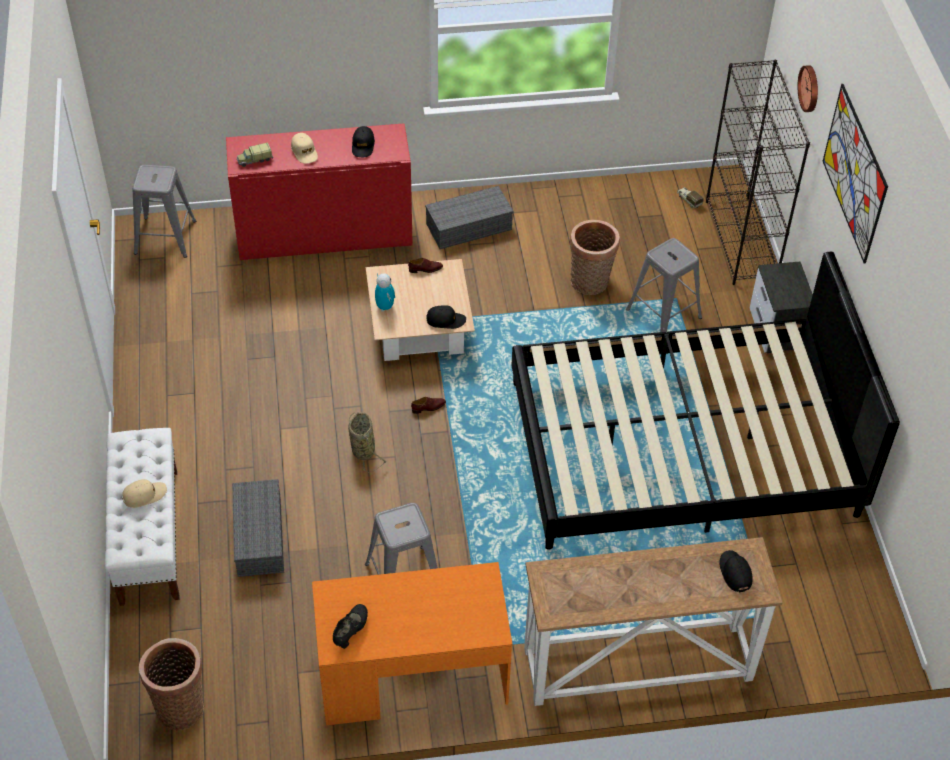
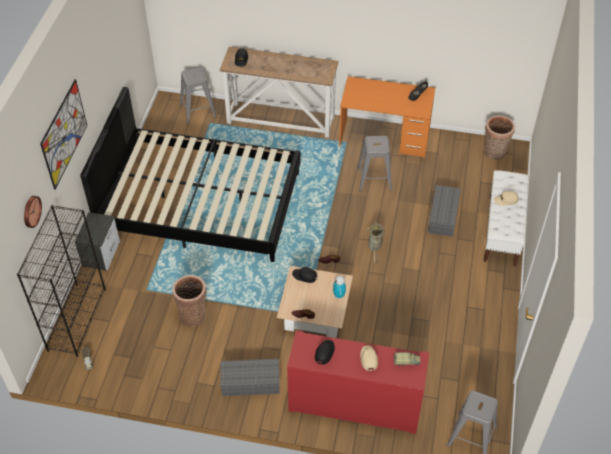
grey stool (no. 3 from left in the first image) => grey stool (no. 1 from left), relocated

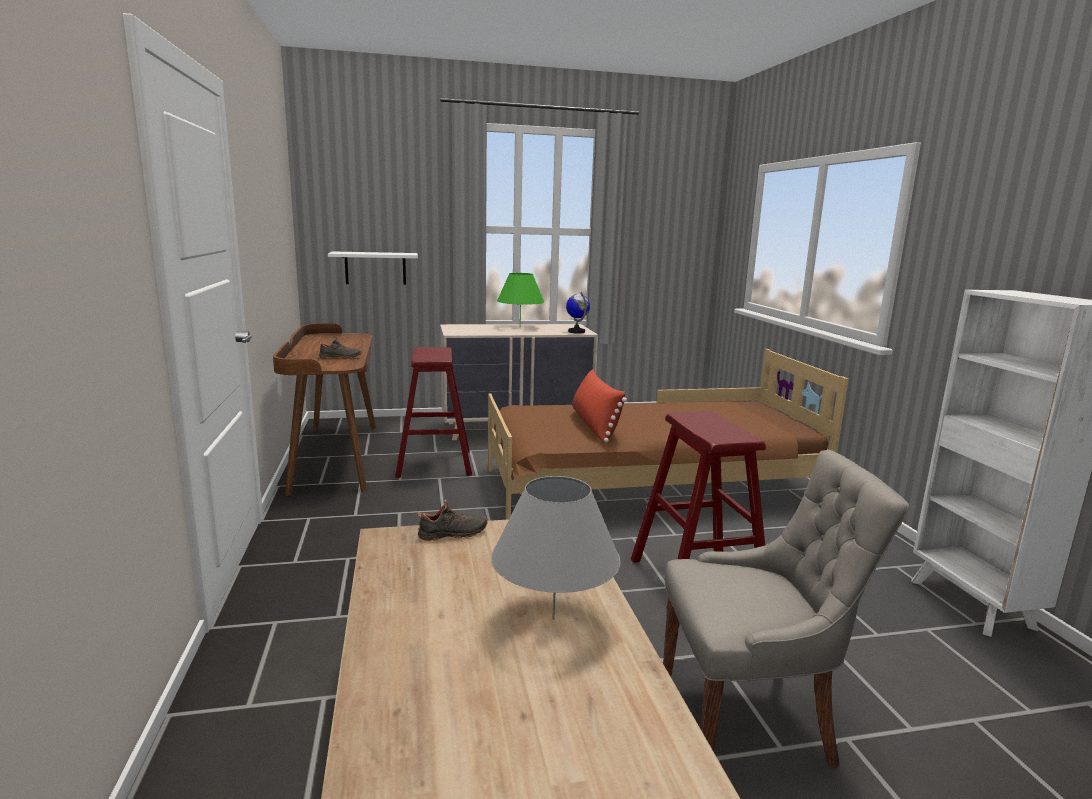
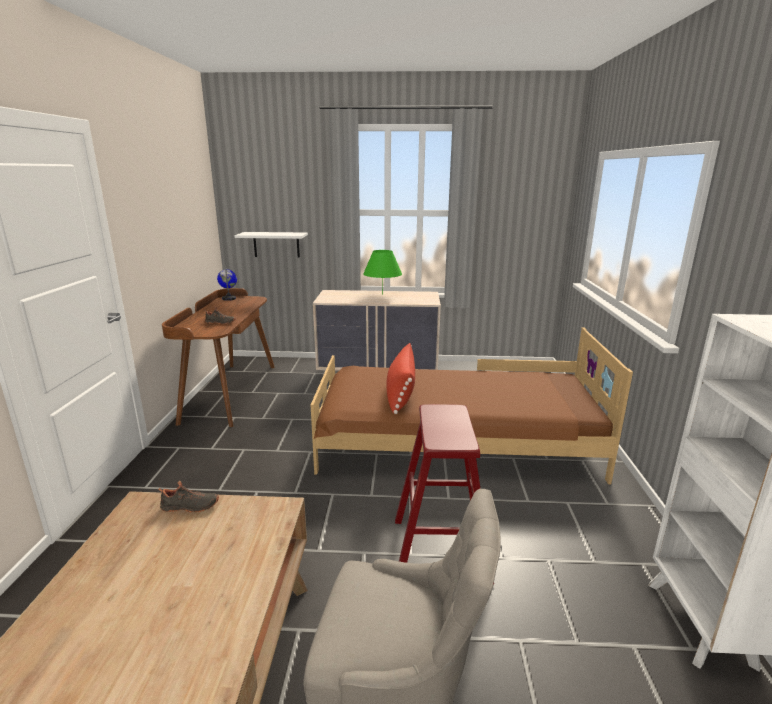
globe, relocated
red stool (no. 1 from left) => nothing
grey table lamp => nothing

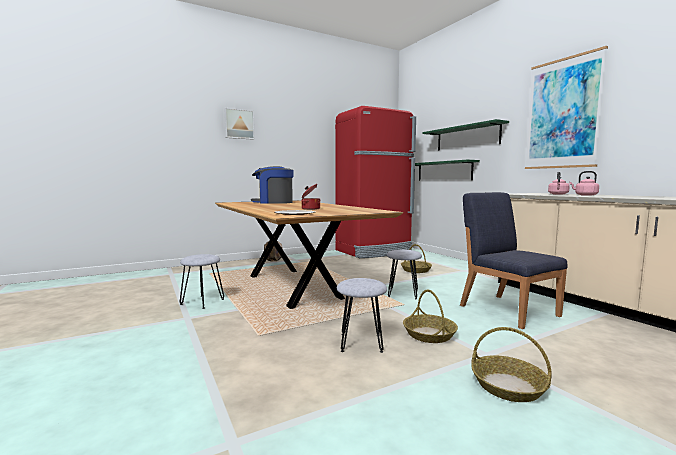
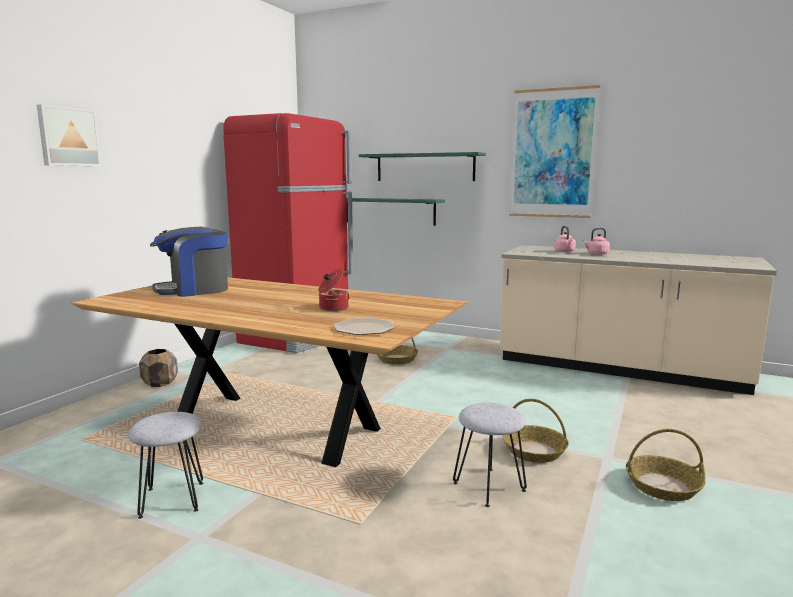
blue chair => nothing
grey stool (no. 3 from left) => nothing

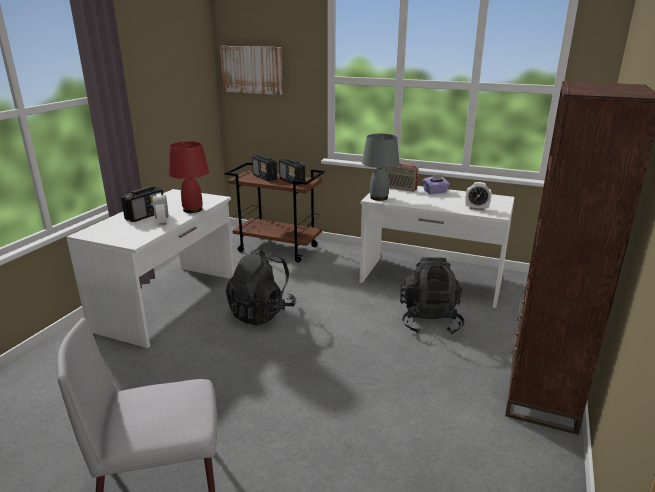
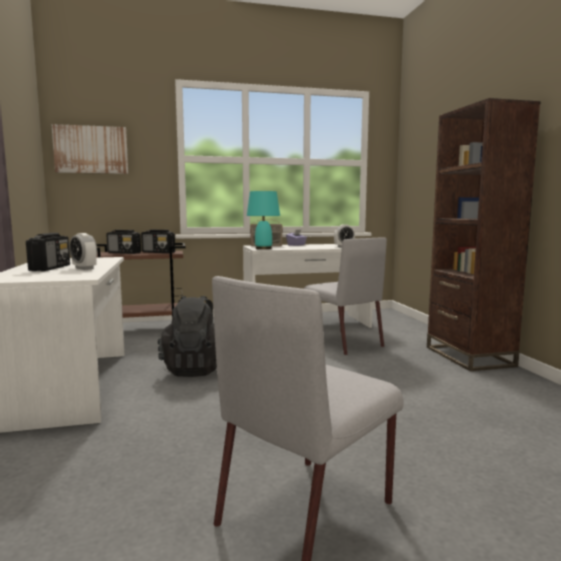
grey table lamp => turquoise table lamp
red table lamp => nothing
black backpack (no. 2 from left) => grey chair (no. 2 from left)

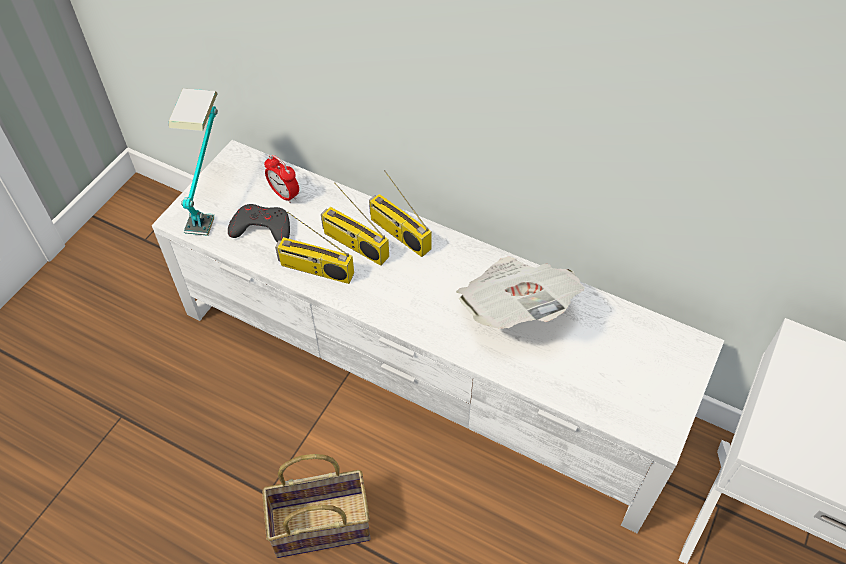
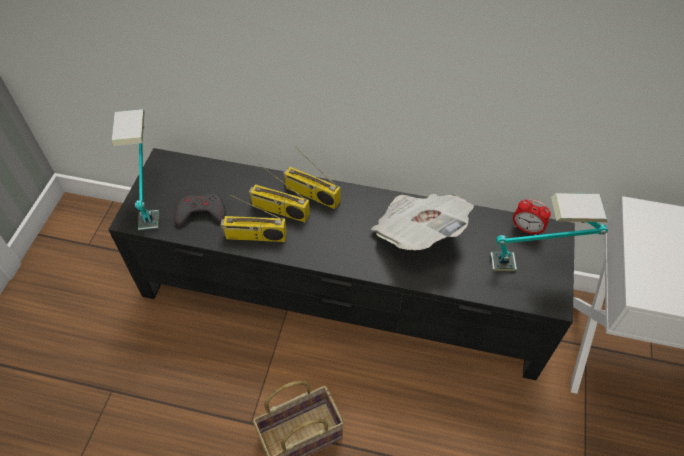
white tv stand => black tv stand
alarm clock, relocated
nothing => table lamp (no. 2 from left)

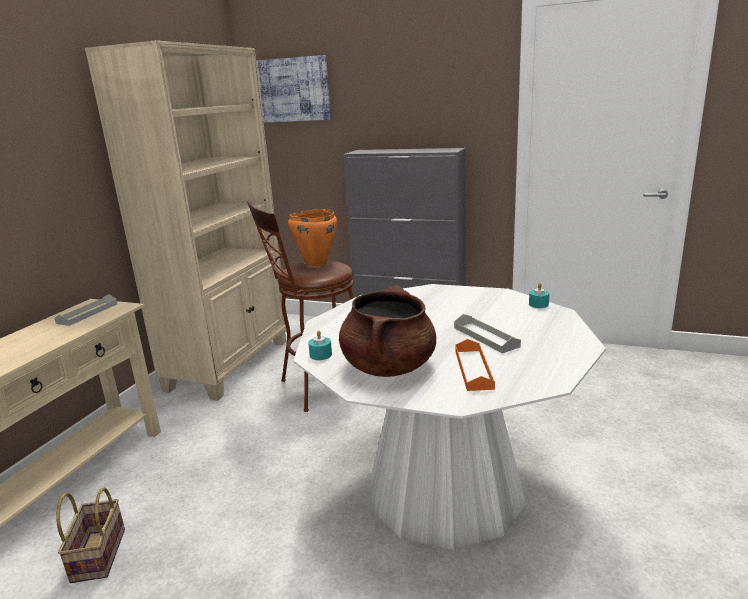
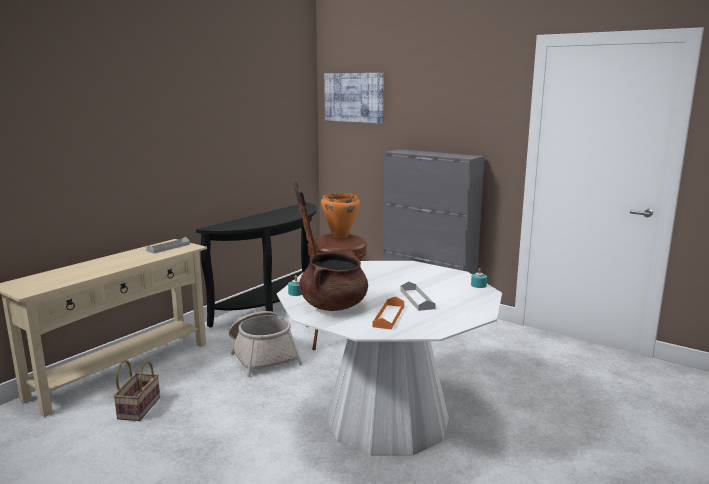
beige bookcase => black console table
nothing => basket (no. 2 from left)

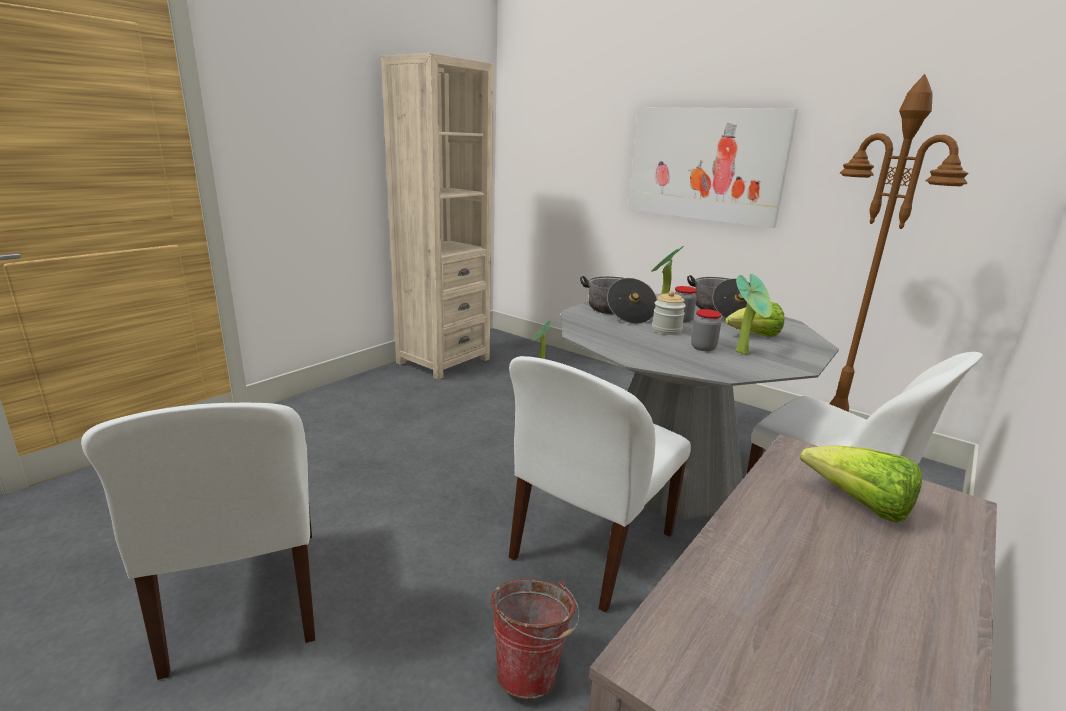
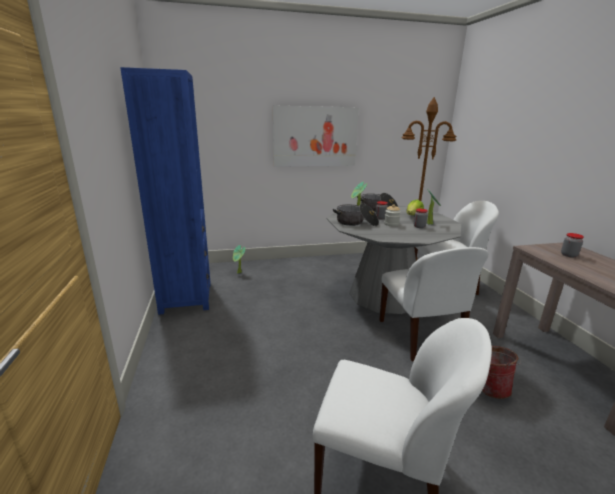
beige bookcase => blue bookcase
lettuce (no. 2 from left) => jar (no. 4 from left)

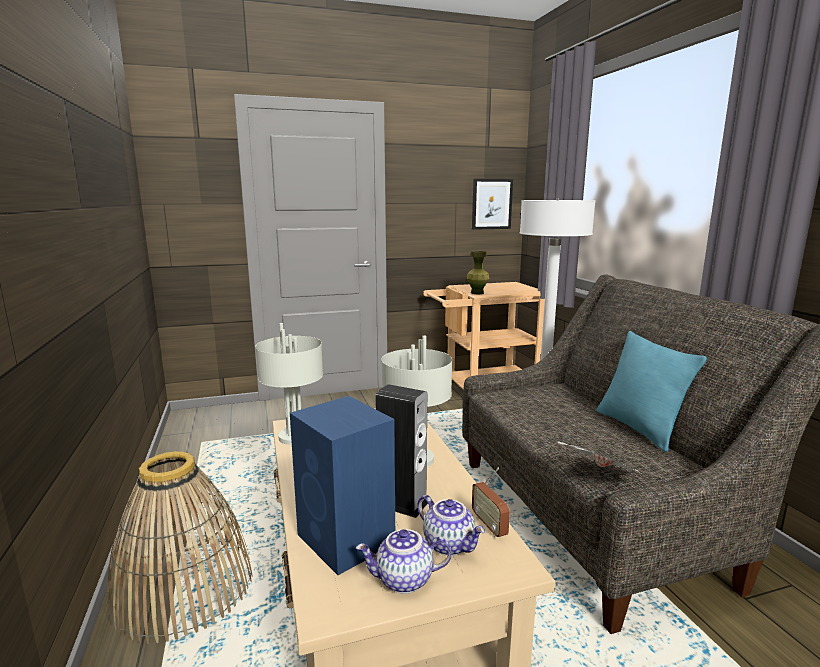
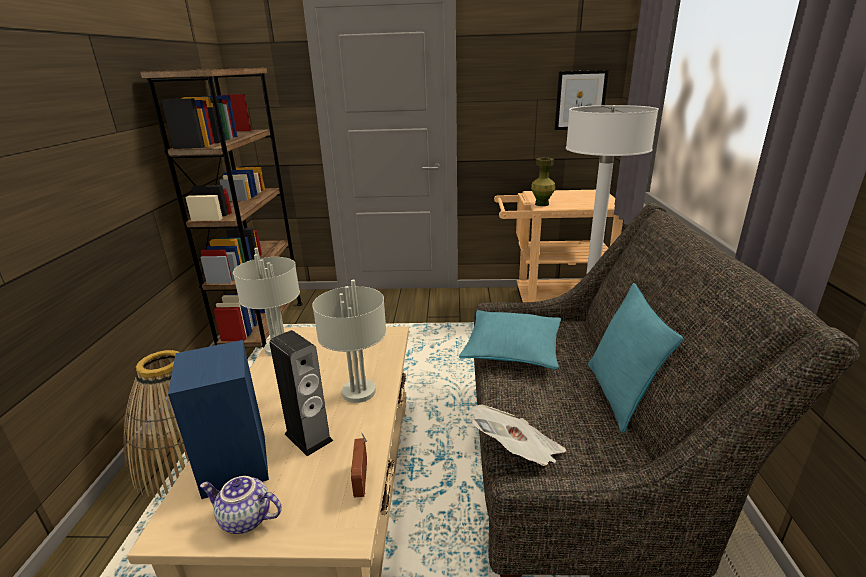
teapot (no. 2 from left) => nothing
nothing => brown bookcase
nothing => turquoise pillow (no. 1 from left)

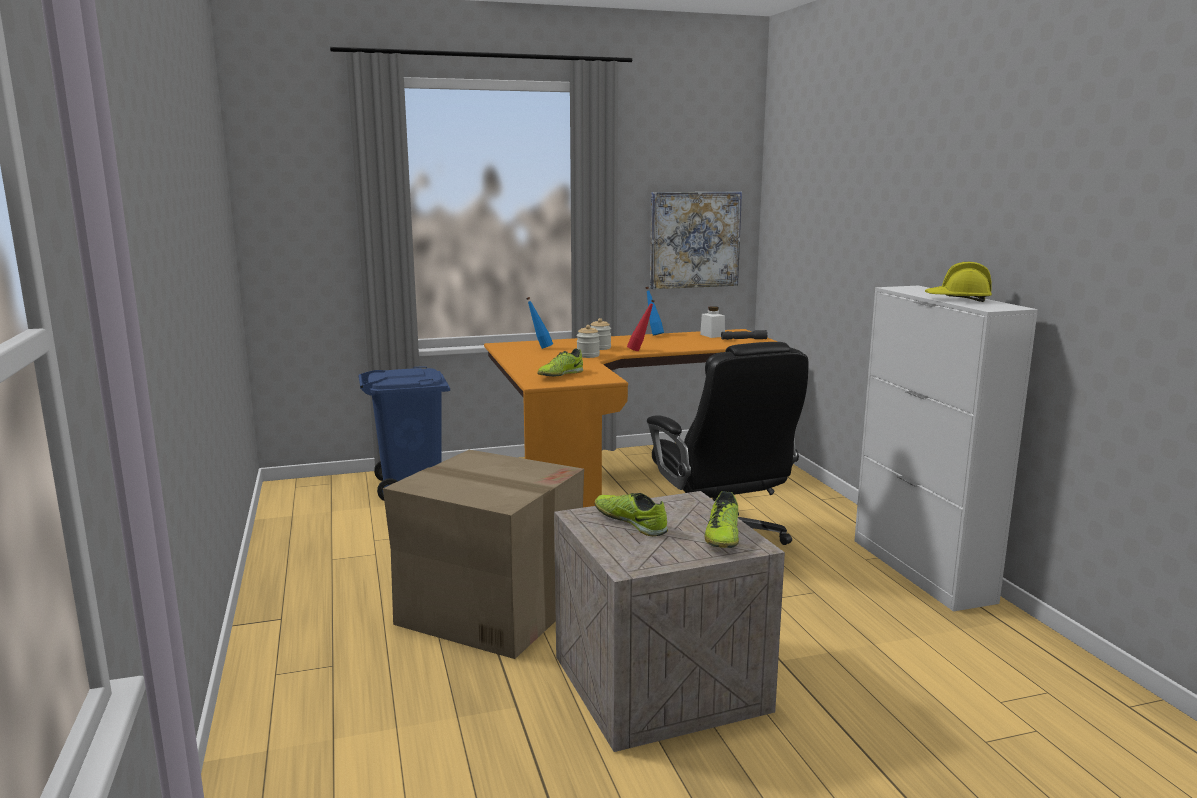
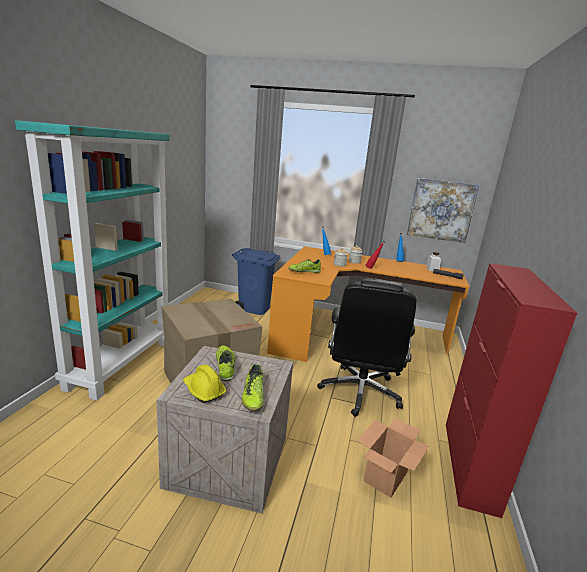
yellow hard hat, relocated
white cabinet => red cabinet
shoe (no. 3 from left in the first image) => shoe (no. 2 from left), 45 degrees counterclockwise
nothing => turquoise bookcase
nothing => cardboard box (no. 2 from left)

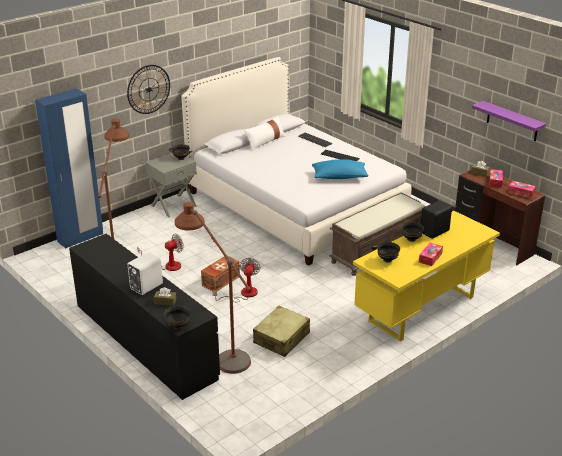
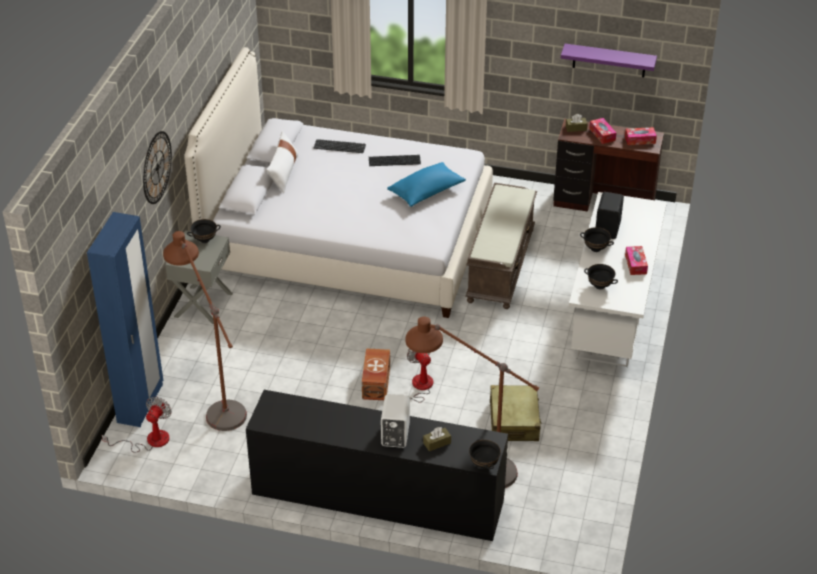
yellow desk => white desk
fan (no. 1 from left), relocated

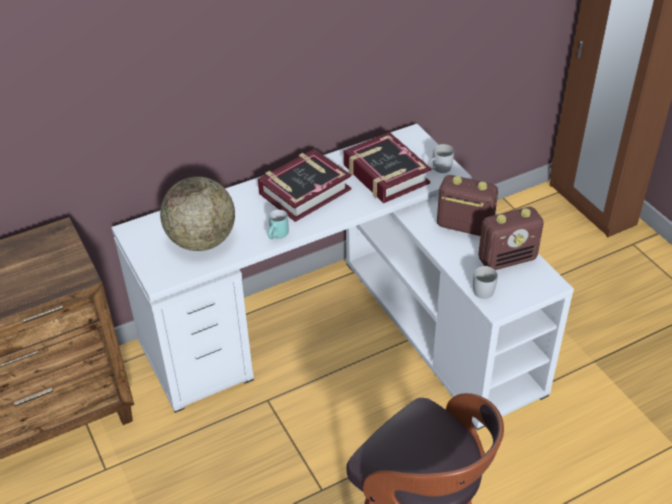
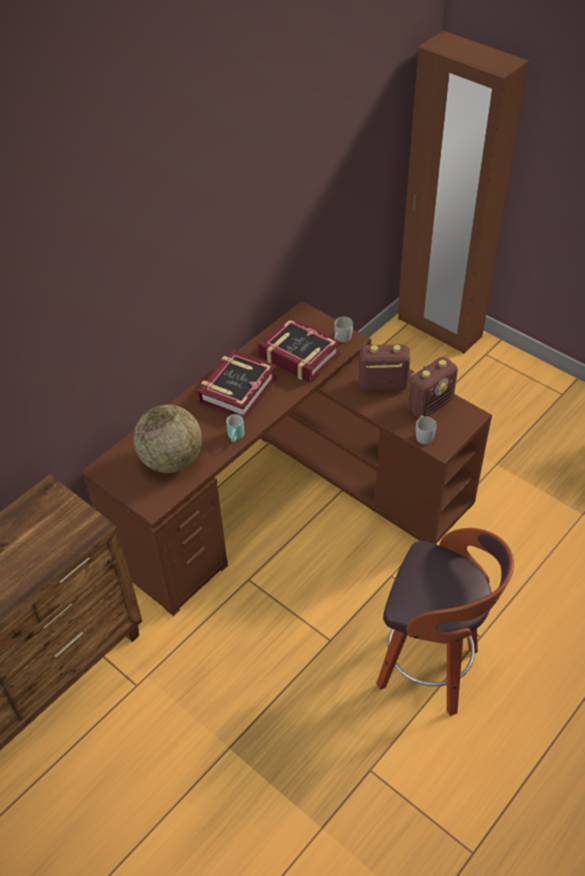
white desk => brown desk

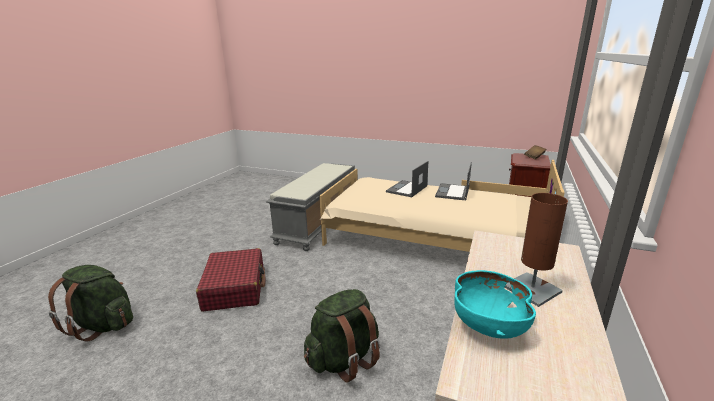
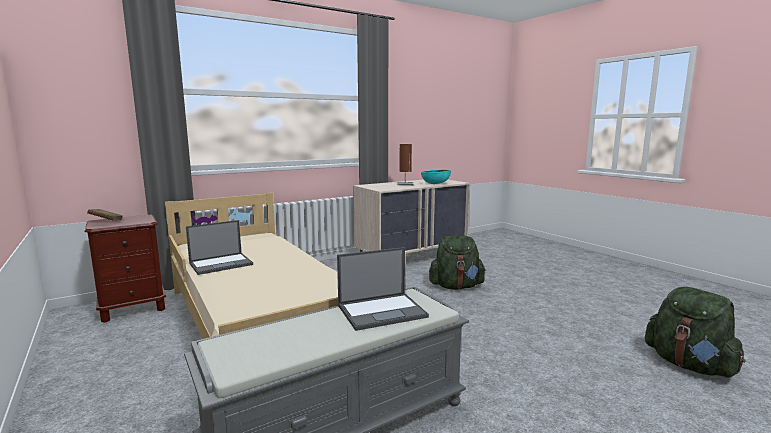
laptop (no. 1 from left in the first image) => laptop (no. 2 from left), relocated
red suitcase => nothing

